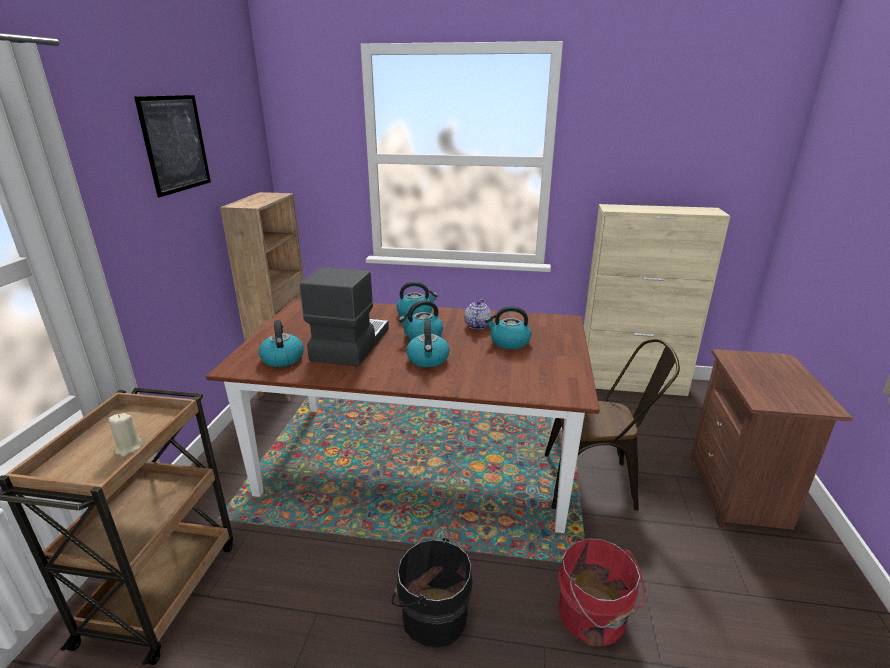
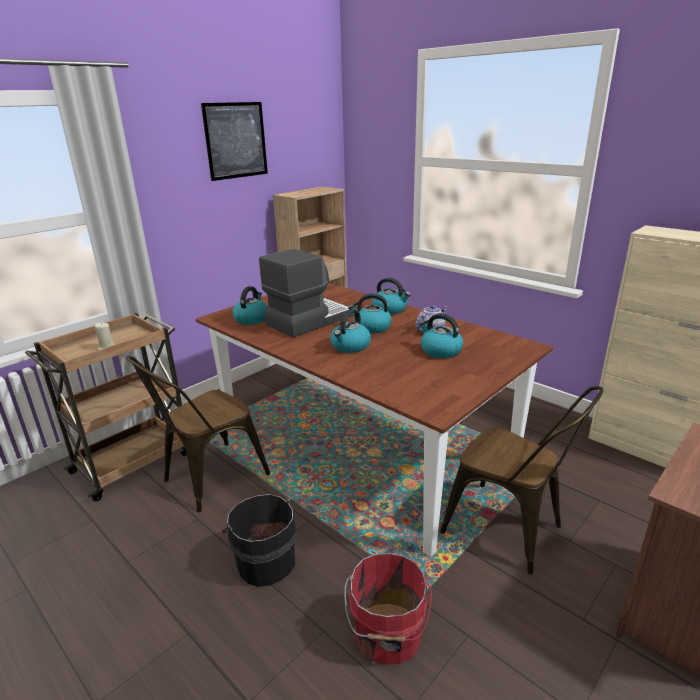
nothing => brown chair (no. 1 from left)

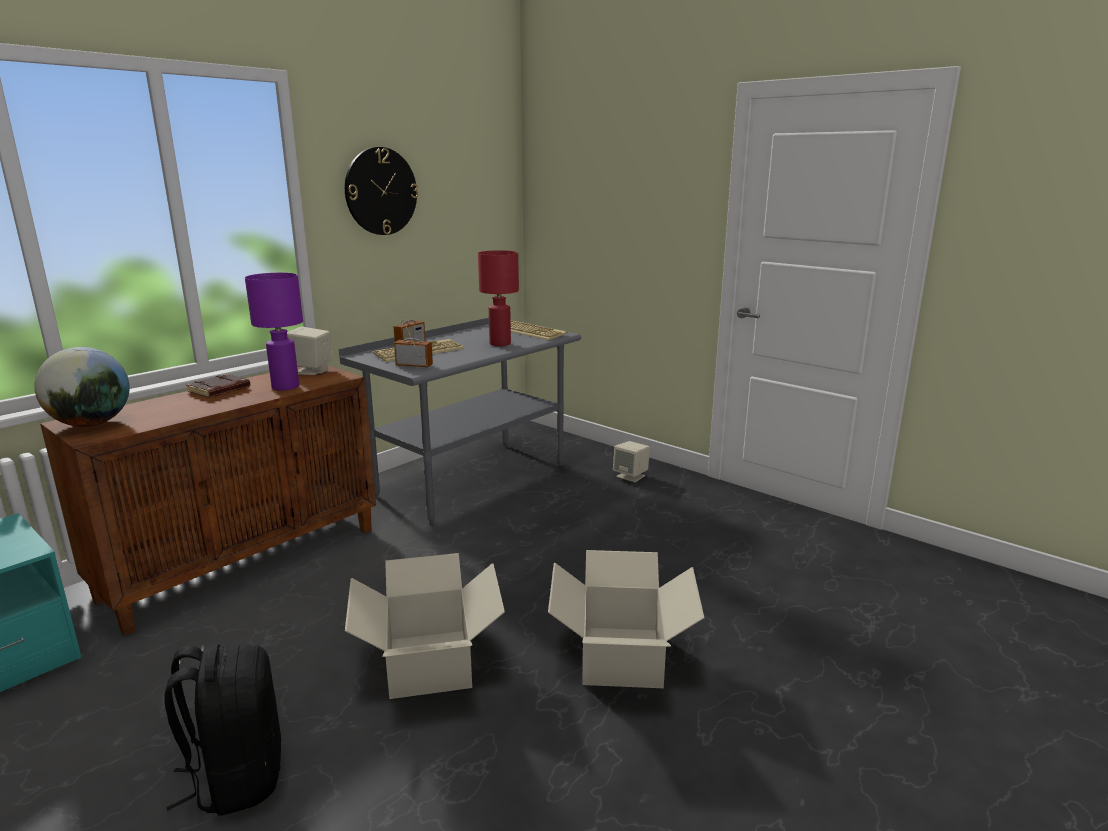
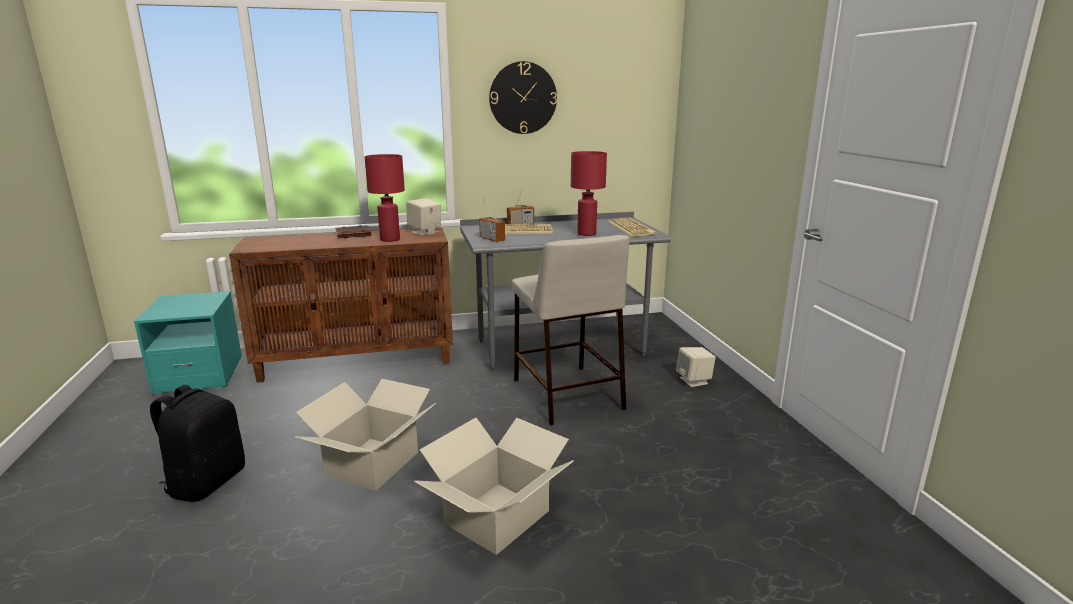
purple table lamp => red table lamp (no. 1 from left)
globe => nothing
nothing => beige stool

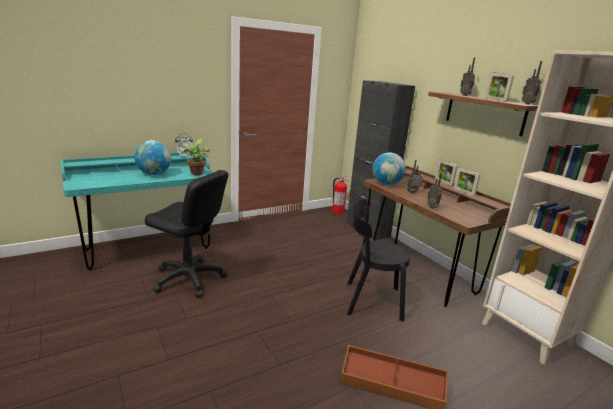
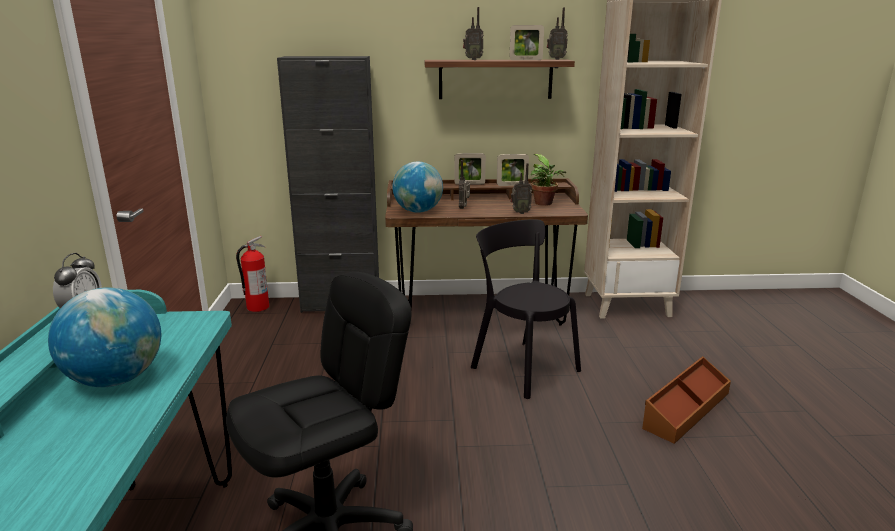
potted plant, relocated
black chair, 105 degrees clockwise

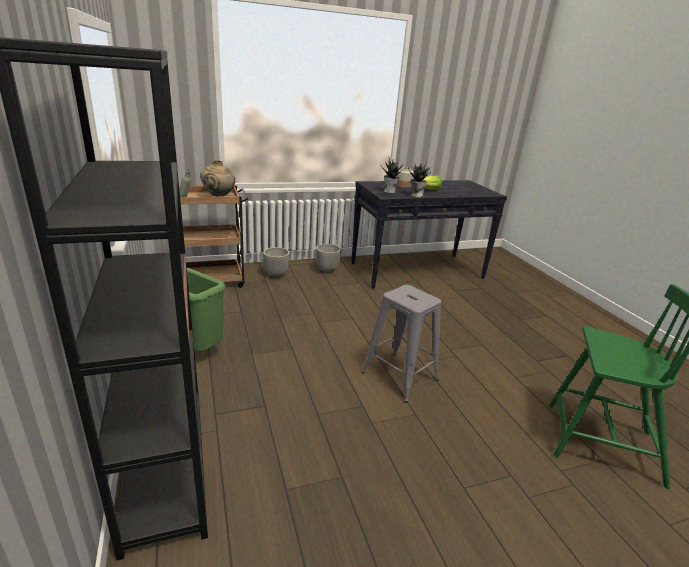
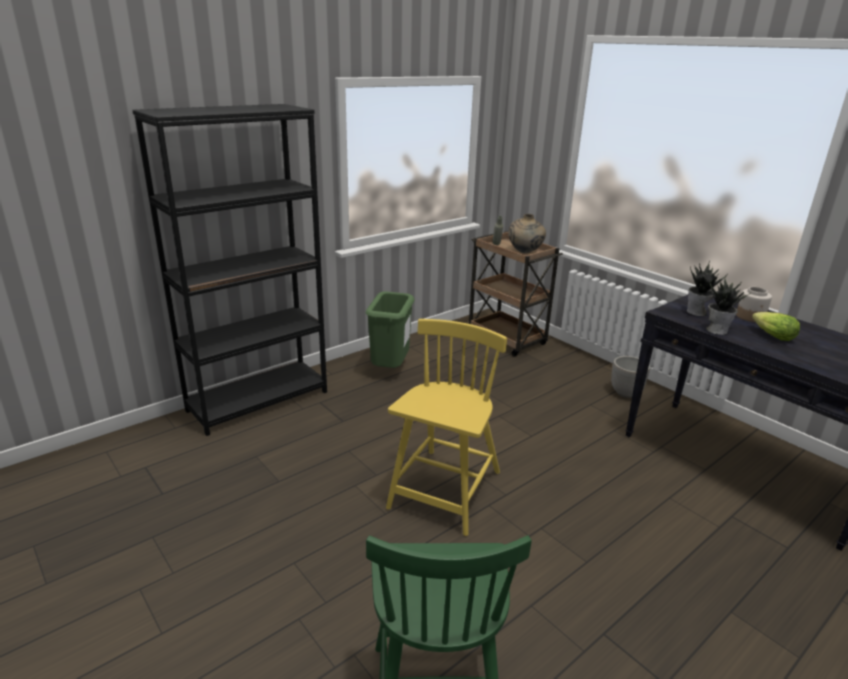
planter (no. 1 from left) => nothing
grey stool => yellow chair

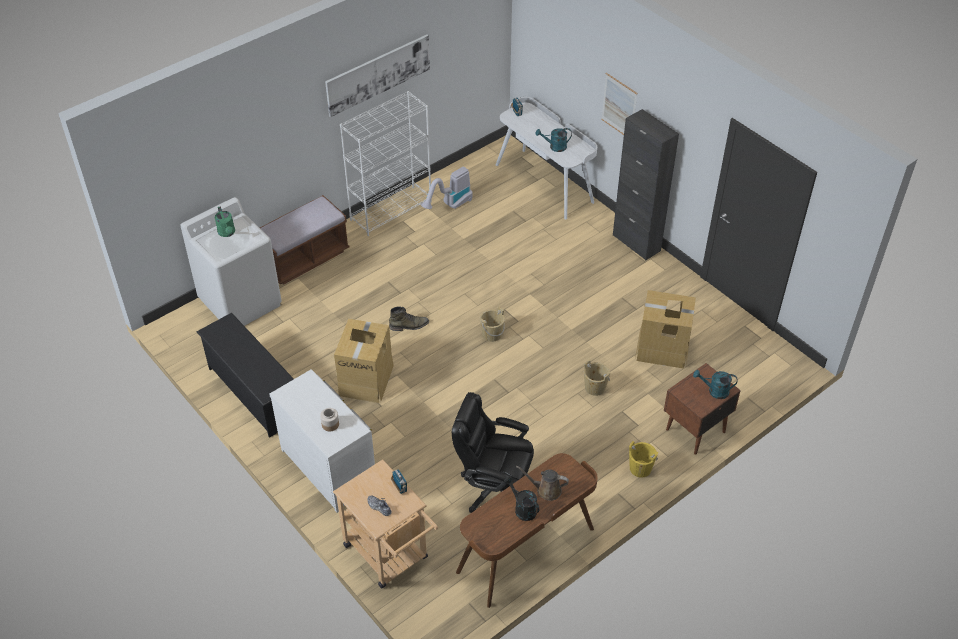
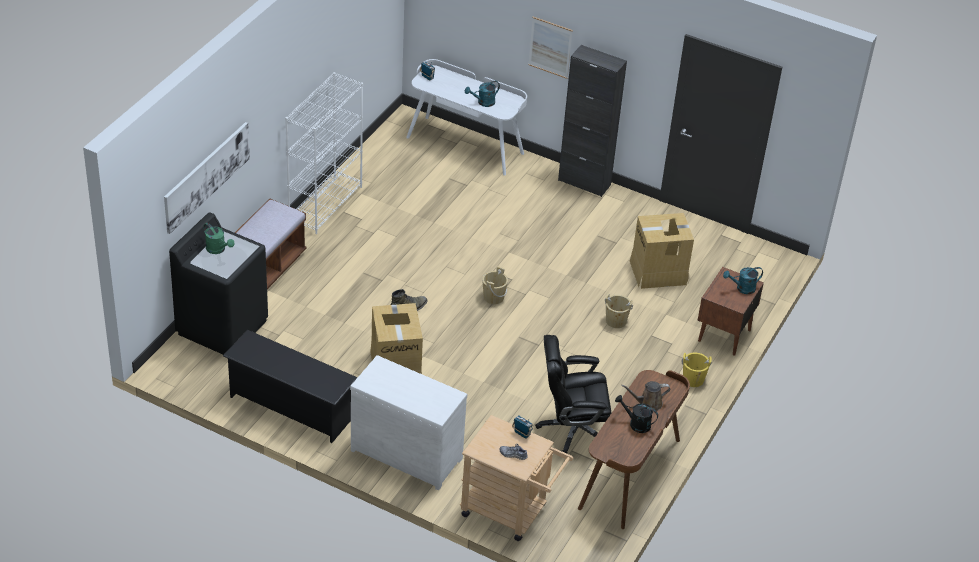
picture (no. 1 from left), relocated
vacuum cleaner => nothing
white washing machine => black washing machine
jar => nothing

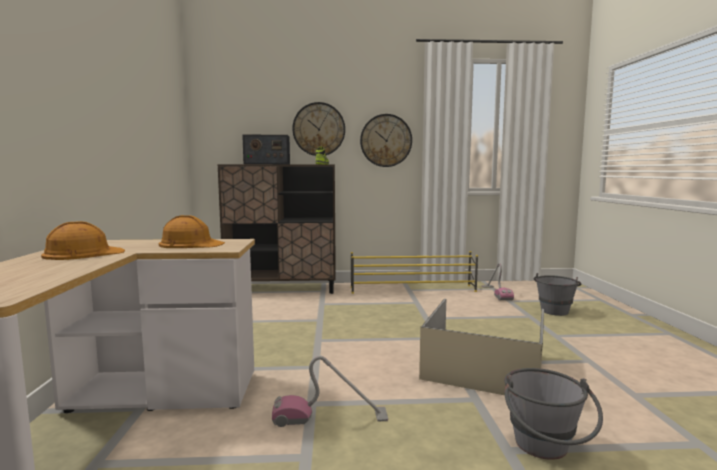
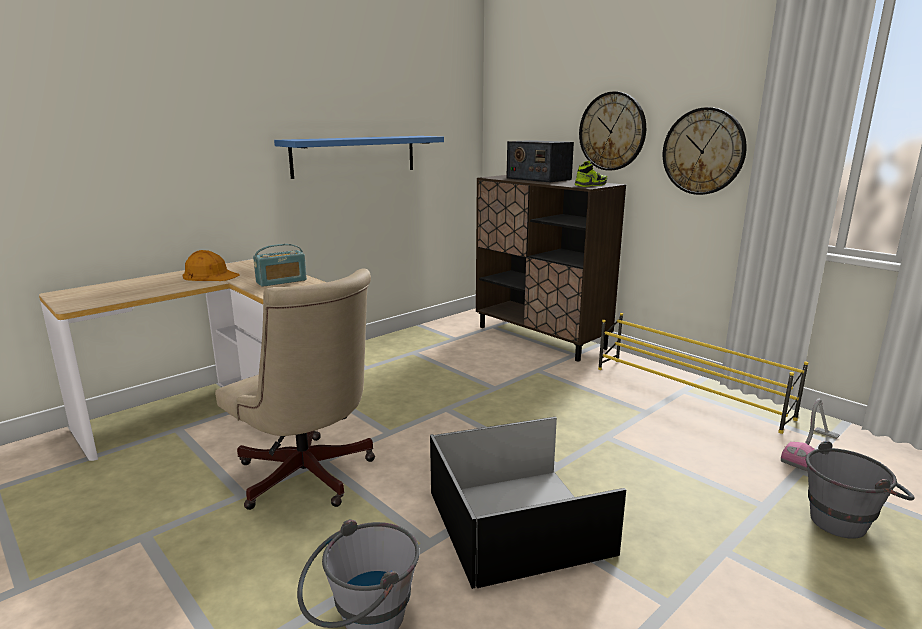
orange hard hat (no. 2 from left) => radio (no. 1 from left)
beige storage box => black storage box
vacuum cleaner (no. 1 from left) => beige office chair
nothing => blue shelf

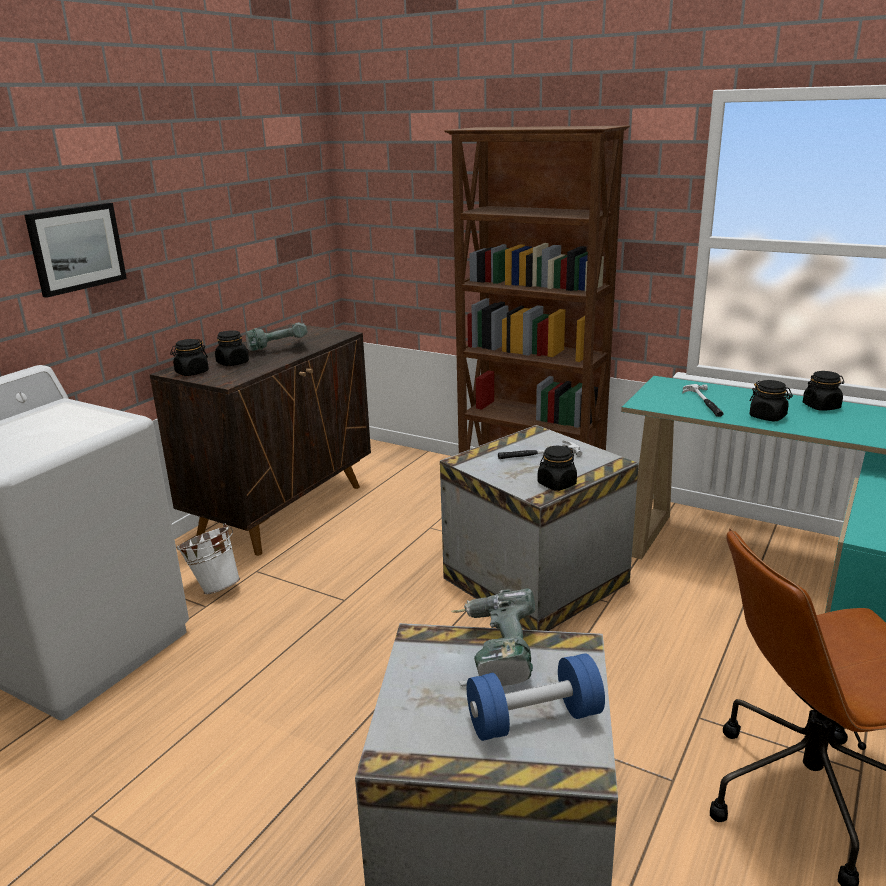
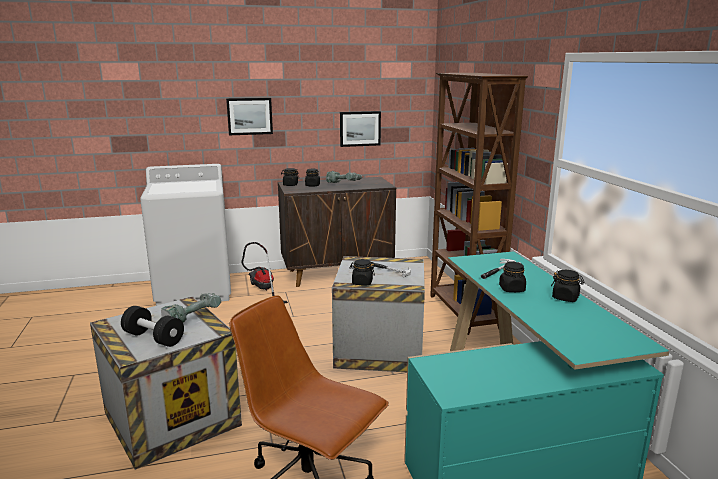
white bucket => vacuum cleaner
blue dumbbell => black dumbbell
nothing => picture (no. 2 from left)

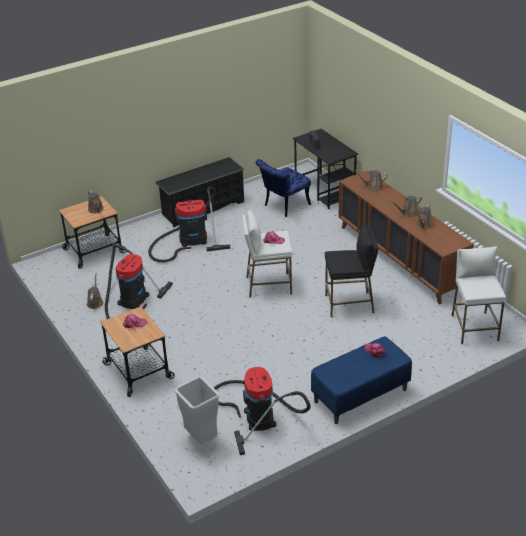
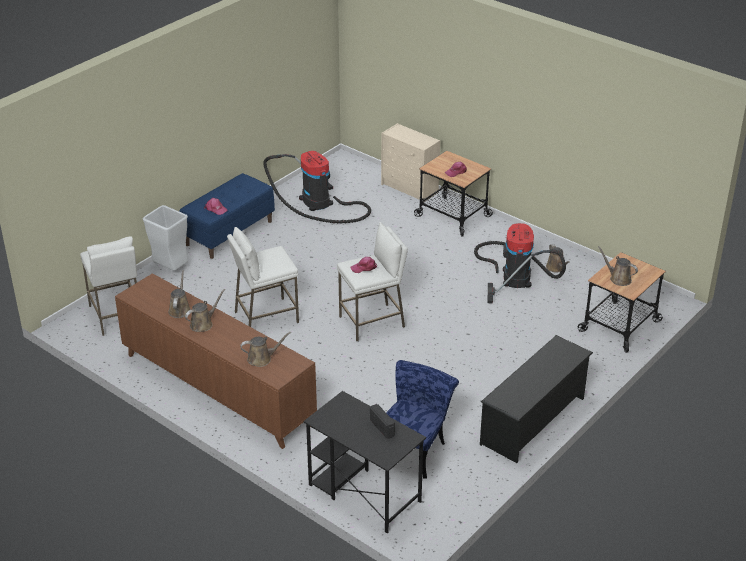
vacuum cleaner (no. 2 from left) => nothing
black stool => white stool (no. 2 from left)
grey trash can, relocated
nothing => beige dresser

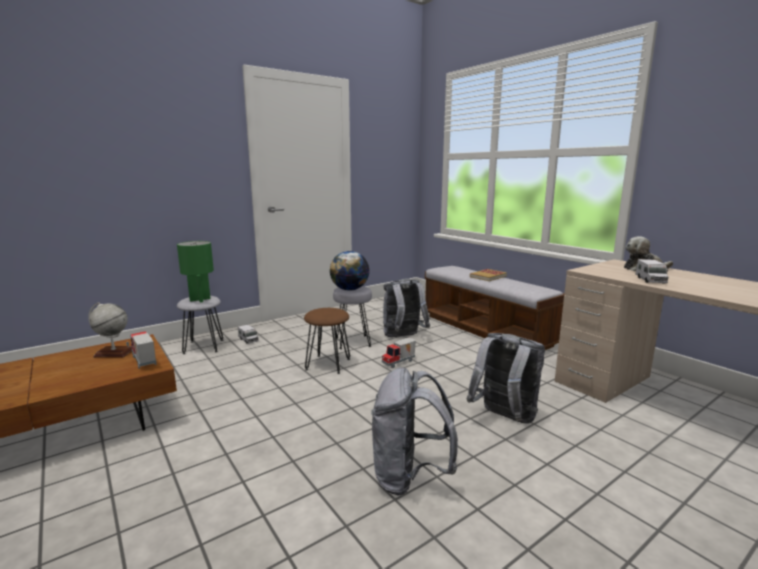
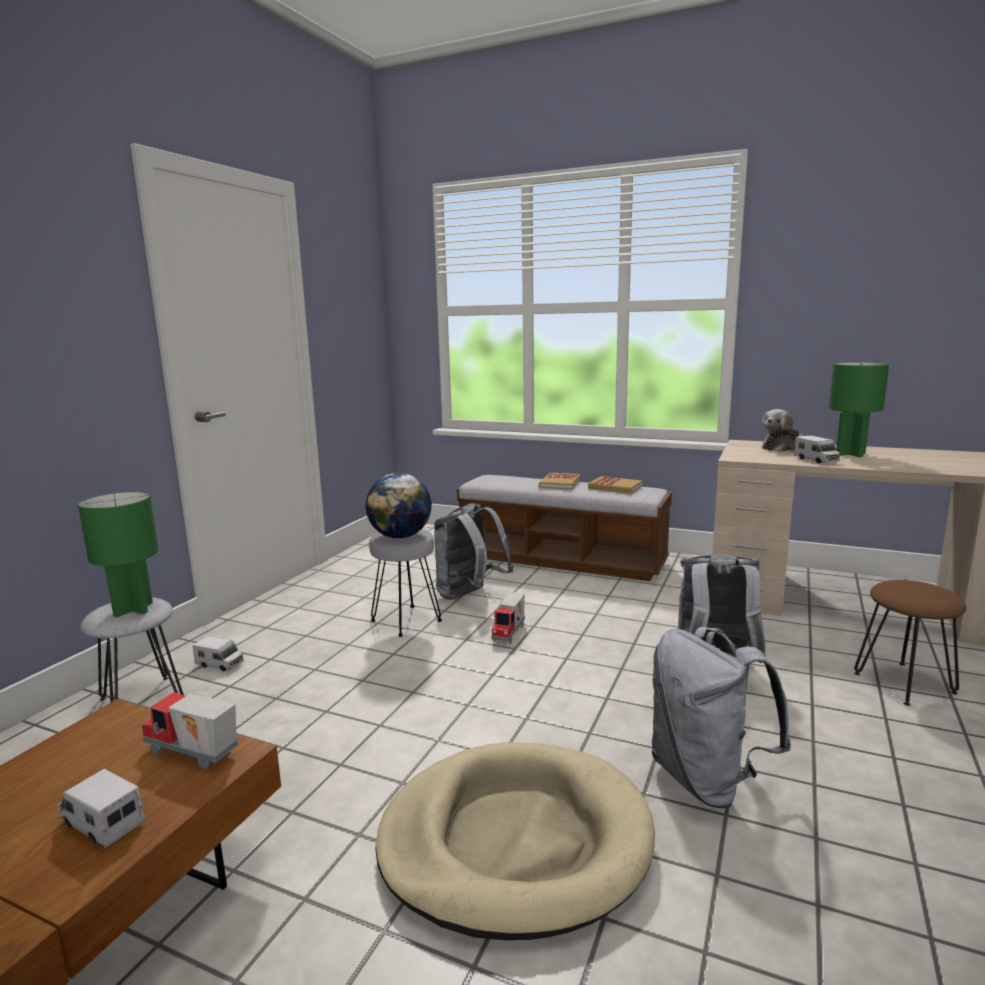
globe (no. 1 from left) => nothing
brown stool, relocated
nothing => green table lamp (no. 2 from left)
nothing => book (no. 2 from left)
nothing => beige dog bed
nothing => toy truck (no. 1 from left)

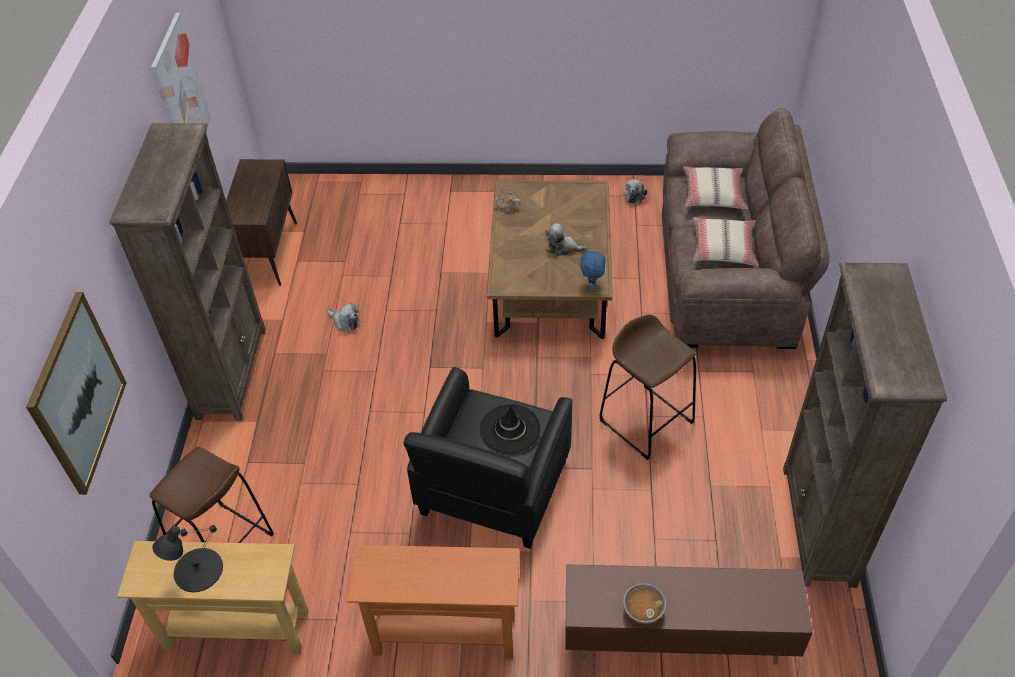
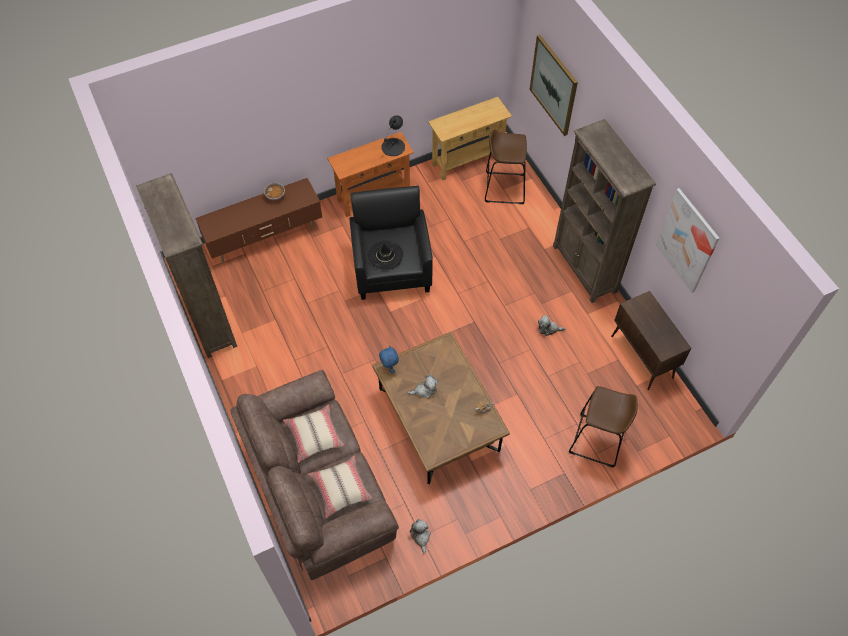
brown stool (no. 2 from left), relocated
black table lamp, relocated

